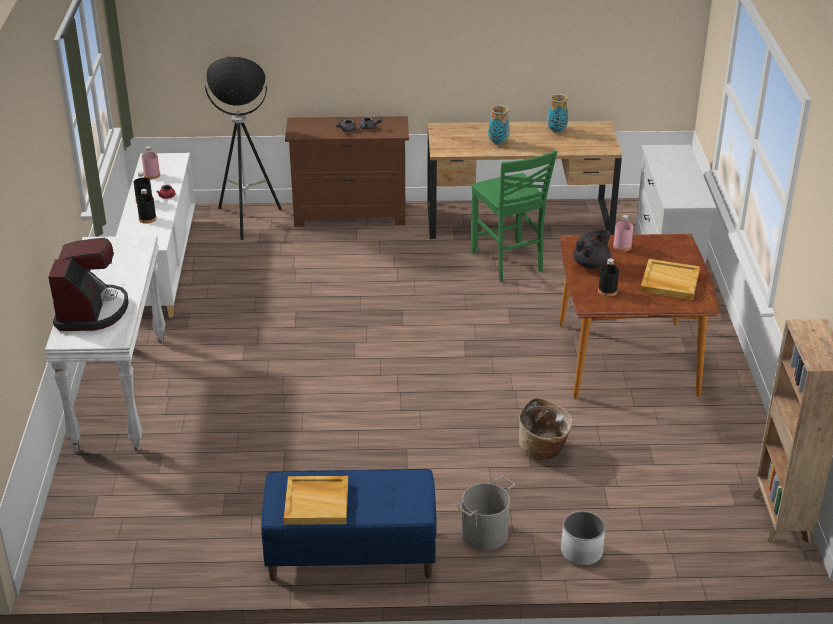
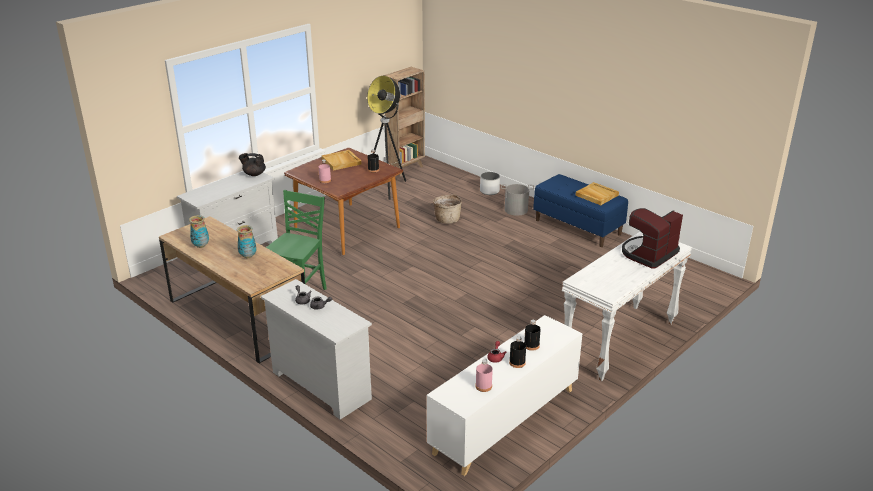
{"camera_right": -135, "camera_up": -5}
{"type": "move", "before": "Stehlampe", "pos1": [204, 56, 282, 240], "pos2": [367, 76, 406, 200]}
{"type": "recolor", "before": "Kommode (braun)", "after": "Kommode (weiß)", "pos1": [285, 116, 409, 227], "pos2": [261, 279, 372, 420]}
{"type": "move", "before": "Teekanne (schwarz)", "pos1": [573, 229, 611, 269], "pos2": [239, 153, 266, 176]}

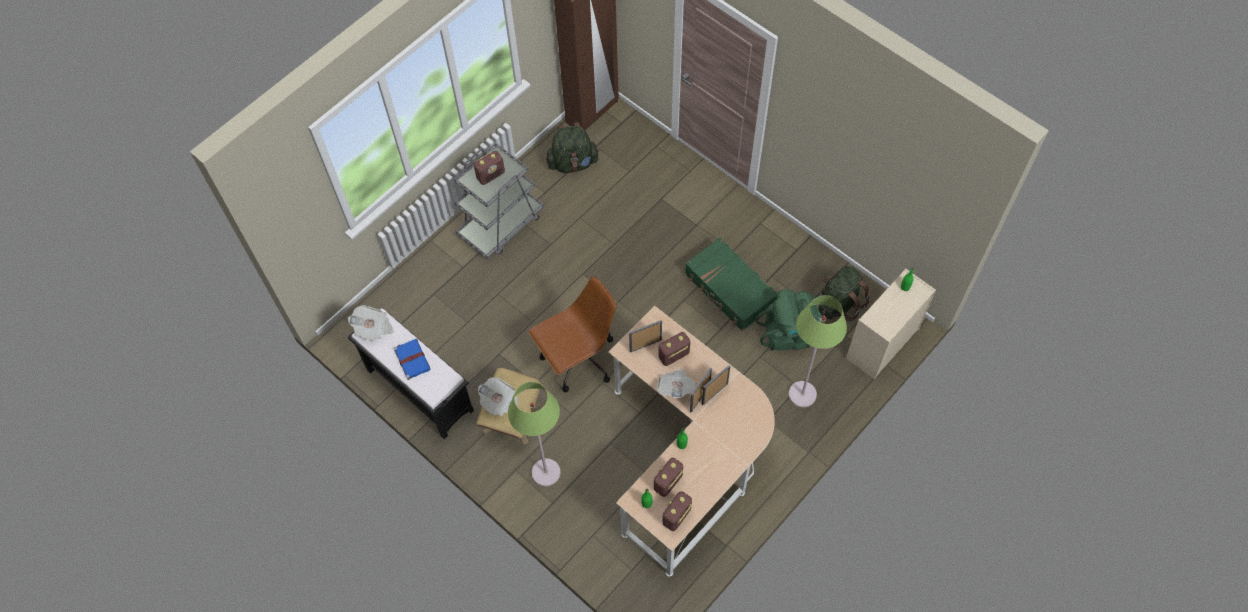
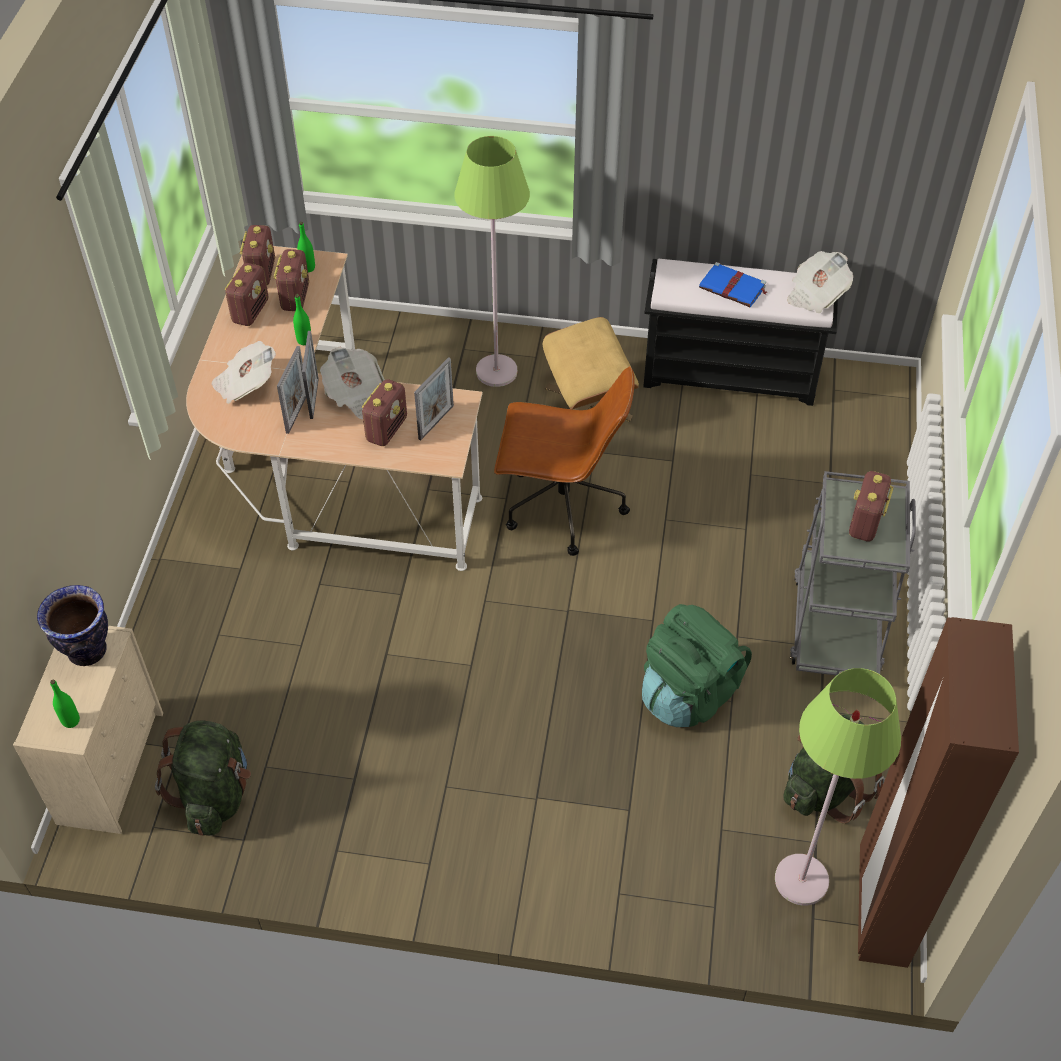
{"camera_right": 145, "camera_up": -10}
{"type": "move", "before": "Zeitung", "pos1": [478, 377, 518, 416], "pos2": [211, 341, 276, 404]}
{"type": "rotate", "before": "Bürostuhl (braun)", "pos1": [528, 276, 617, 392], "pos2": [494, 366, 635, 556], "turn": -105}
{"type": "delete", "before": "Koffer (grün)", "pos1": [685, 237, 777, 331]}
{"type": "move", "before": "Rucksack (grün)", "pos1": [756, 289, 822, 351], "pos2": [642, 604, 752, 727]}
{"type": "move", "before": "Stehlampe (grün)", "pos1": [788, 295, 847, 408], "pos2": [775, 668, 901, 906]}
{"type": "insert", "after": "Vase", "pos2": [37, 585, 108, 666]}
{"type": "insert", "after": "Radio", "pos2": [225, 263, 268, 326]}

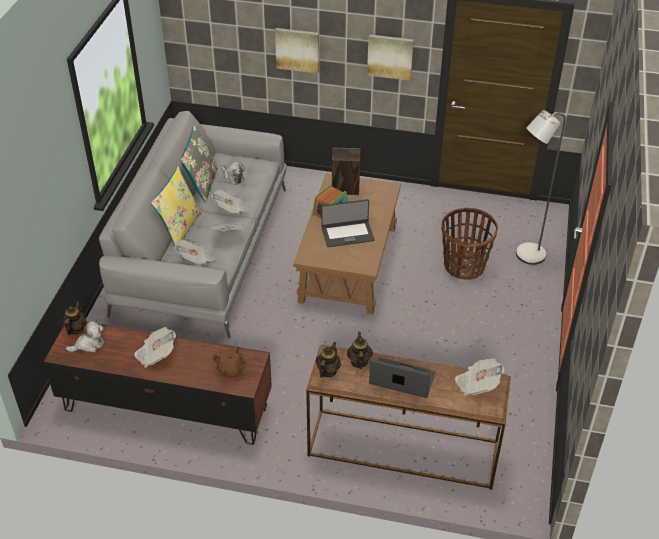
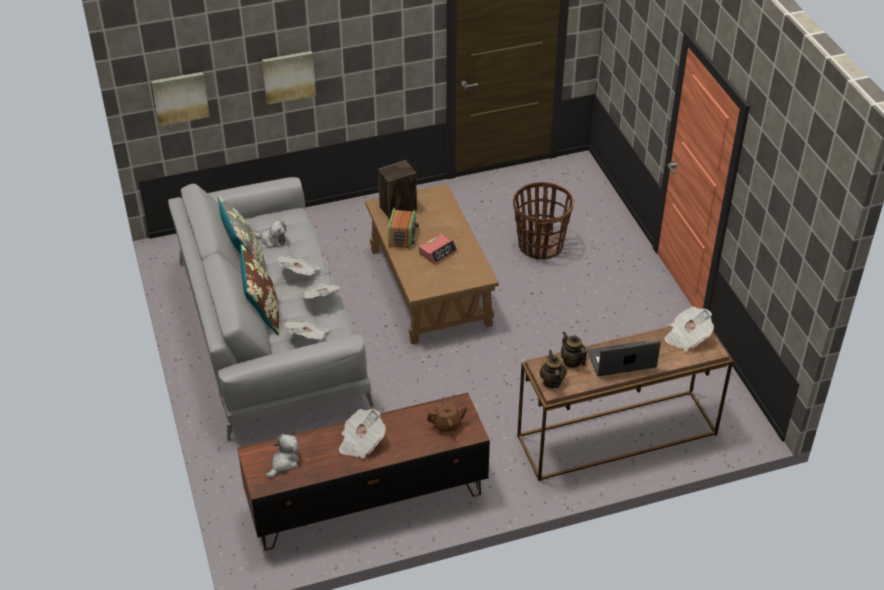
{"camera_right": -30, "camera_up": 0}
{"type": "delete", "before": "Teekanne", "pos1": [62, 301, 86, 335]}
{"type": "recolor", "before": "Kissen (gelb)", "after": "Kissen (braun)", "pos1": [151, 166, 202, 246], "pos2": [240, 244, 279, 335]}
{"type": "replace", "before": "Laptop", "after": "Wecker", "pos1": [321, 199, 375, 247], "pos2": [419, 233, 458, 265]}
{"type": "move", "before": "Bild", "pos1": [367, 34, 414, 81], "pos2": [151, 72, 210, 126]}
{"type": "delete", "before": "Stehlampe (grau)", "pos1": [516, 110, 566, 265]}

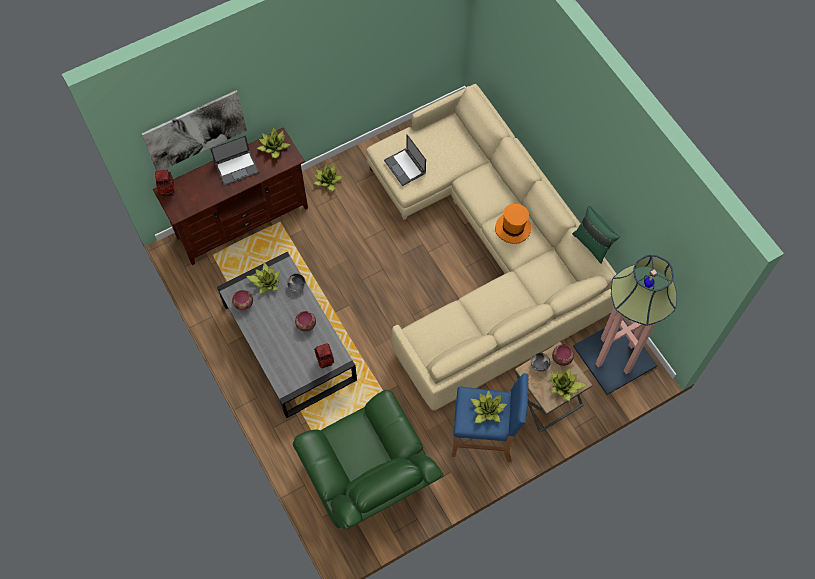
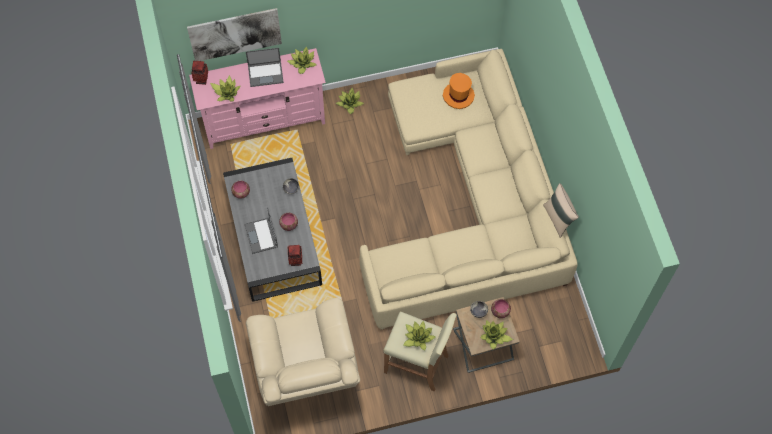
{"camera_right": 15, "camera_up": 0}
{"type": "recolor", "before": "Fernsehschrank (braun)", "after": "Fernsehschrank (rosa)", "pos1": [153, 128, 308, 265], "pos2": [189, 48, 326, 149]}
{"type": "move", "before": "Topfpflanze", "pos1": [246, 262, 280, 294], "pos2": [210, 75, 241, 102]}
{"type": "recolor", "before": "Sessel (grün)", "after": "Sessel (beige)", "pos1": [293, 390, 443, 529], "pos2": [246, 298, 360, 406]}
{"type": "move", "before": "Laptop", "pos1": [384, 134, 426, 186], "pos2": [244, 207, 278, 254]}
{"type": "recolor", "before": "Hocker (blau)", "after": "Hocker (beige)", "pos1": [452, 373, 529, 462], "pos2": [383, 312, 457, 391]}
{"type": "move", "before": "Hut (orange)", "pos1": [495, 204, 531, 244], "pos2": [443, 73, 475, 109]}
{"type": "recolor", "before": "Kissen (grün)", "after": "Kissen (beige)", "pos1": [572, 206, 620, 264], "pos2": [543, 183, 579, 238]}
{"type": "delete", "before": "Stehlampe", "pos1": [573, 255, 677, 395]}

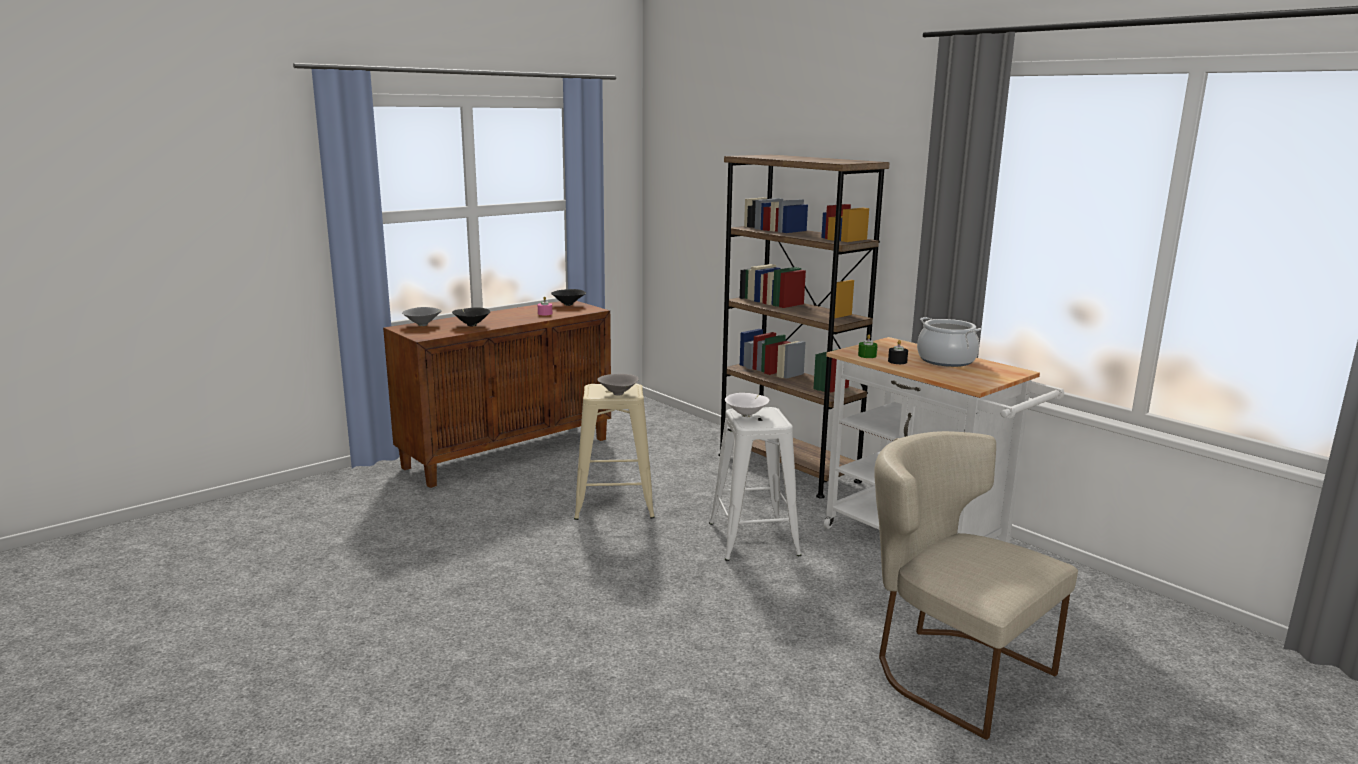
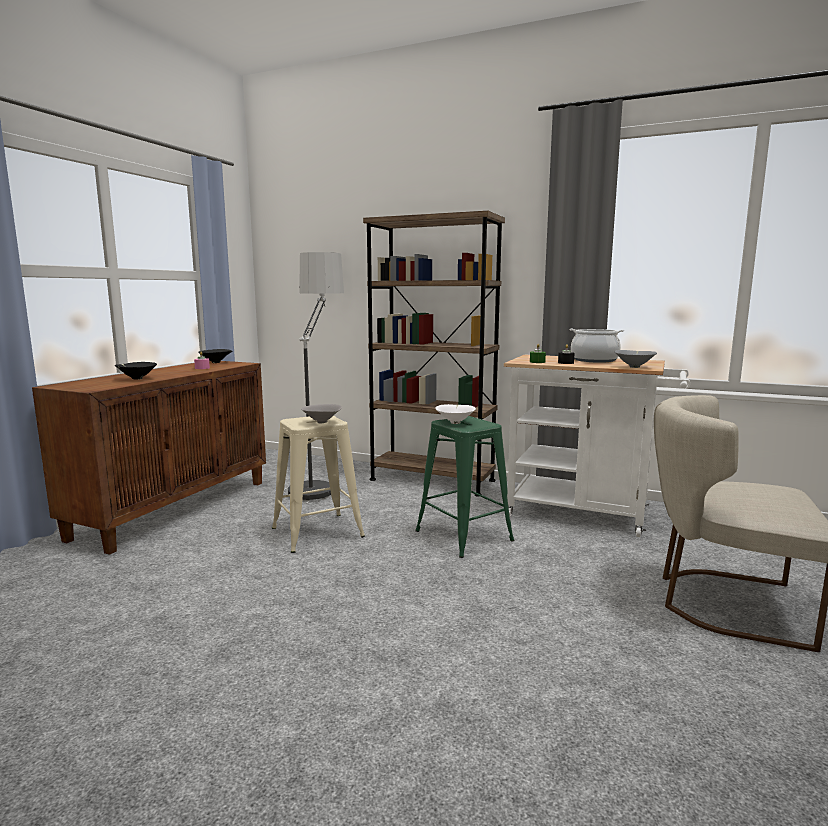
{"camera_right": -25, "camera_up": -5}
{"type": "move", "before": "Schüssel (grau)", "pos1": [402, 307, 442, 326], "pos2": [615, 350, 657, 368]}
{"type": "recolor", "before": "Hocker (weiß)", "after": "Hocker (grün)", "pos1": [709, 407, 801, 561], "pos2": [415, 416, 514, 558]}
{"type": "insert", "after": "Stehlampe", "pos2": [284, 252, 344, 504]}

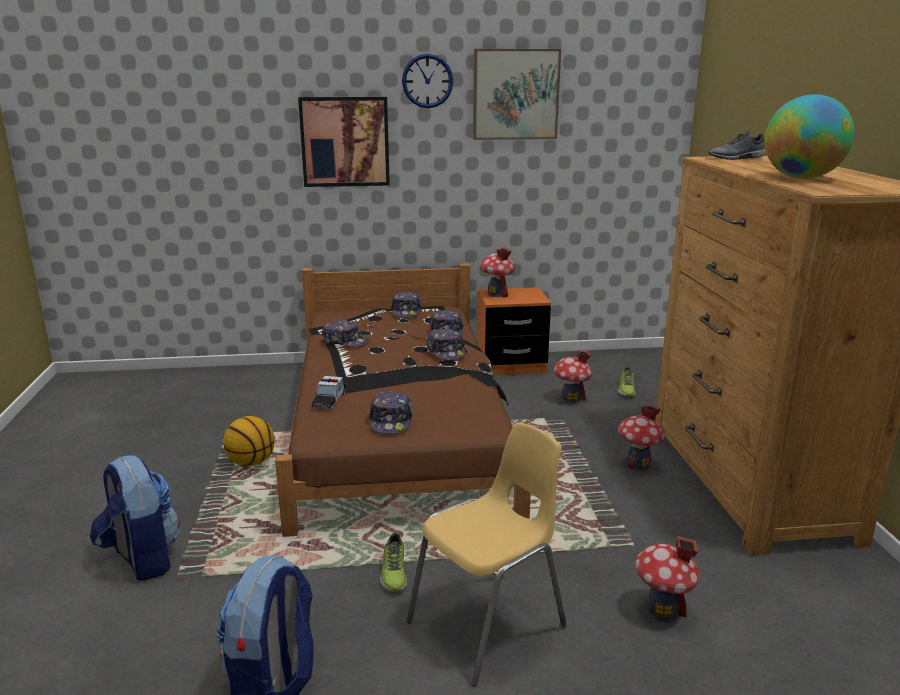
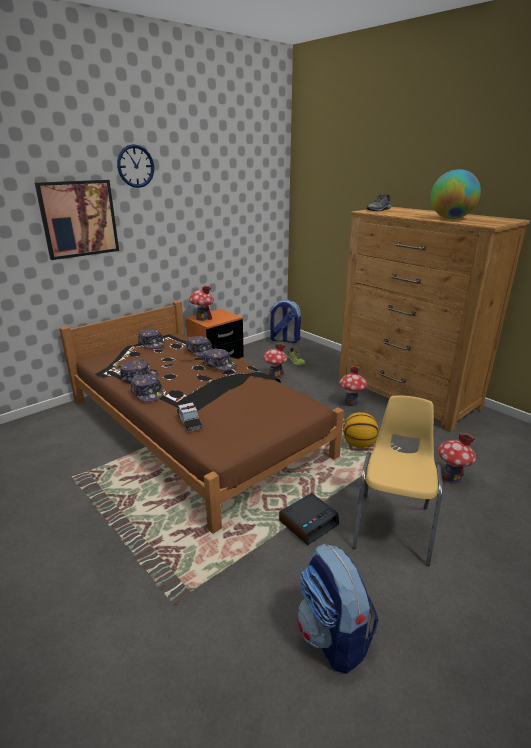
{"camera_right": -35, "camera_up": 5}
{"type": "move", "before": "Rucksack", "pos1": [90, 455, 180, 581], "pos2": [269, 300, 301, 343]}
{"type": "move", "before": "Basketball", "pos1": [223, 416, 275, 466], "pos2": [343, 412, 379, 448]}
{"type": "move", "before": "Kappe", "pos1": [369, 391, 413, 434], "pos2": [130, 374, 164, 402]}
{"type": "replace", "before": "Schuh", "after": "Wecker", "pos1": [380, 533, 407, 591], "pos2": [279, 493, 339, 545]}
{"type": "delete", "before": "Bild", "pos1": [473, 49, 561, 140]}

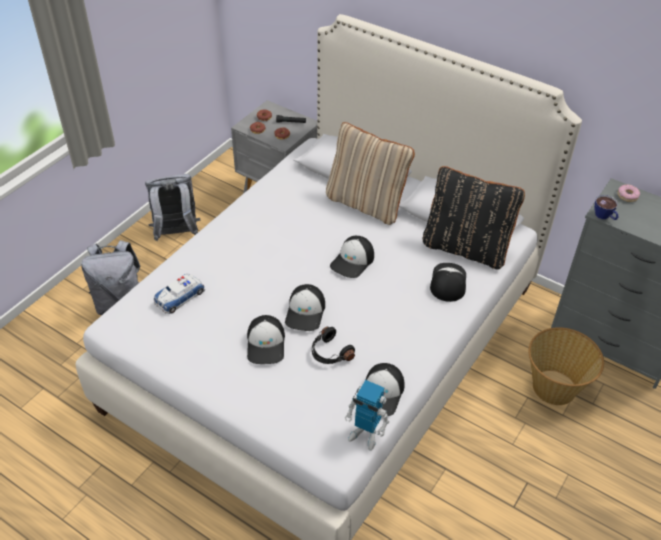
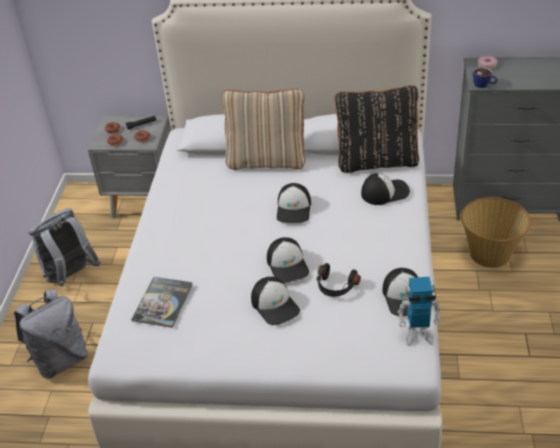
{"camera_right": -25, "camera_up": -5}
{"type": "replace", "before": "Spielzeugauto", "after": "Buch", "pos1": [154, 274, 205, 314], "pos2": [131, 277, 193, 328]}
{"type": "rotate", "before": "Kappe", "pos1": [430, 263, 466, 302], "pos2": [361, 173, 410, 205], "turn": 90}

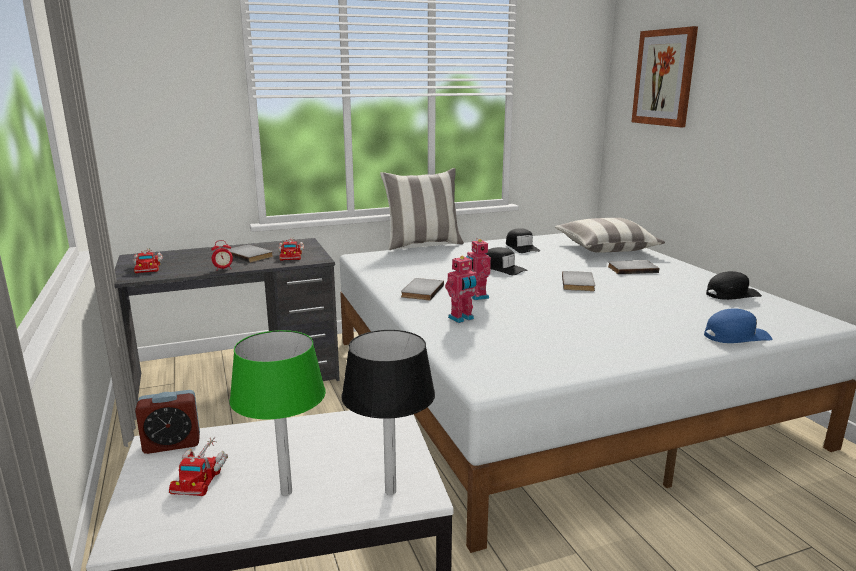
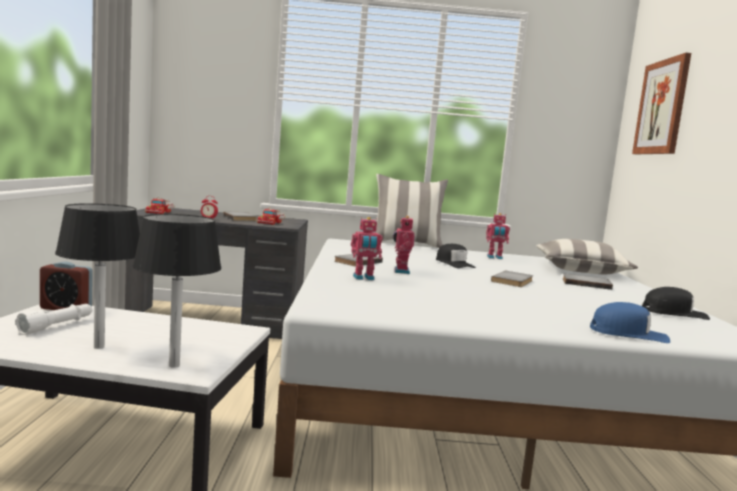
{"camera_right": 20, "camera_up": -10}
{"type": "replace", "before": "Spielzeuglaster", "after": "Taschenlampe (weiß)", "pos1": [169, 437, 228, 496], "pos2": [15, 304, 93, 335]}
{"type": "recolor", "before": "Tischlampe (grün)", "after": "Tischlampe (schwarz)", "pos1": [229, 330, 326, 496], "pos2": [55, 203, 140, 349]}
{"type": "replace", "before": "Kappe (schwarz)", "after": "Spielzeugroboter", "pos1": [506, 228, 540, 253], "pos2": [486, 213, 510, 259]}

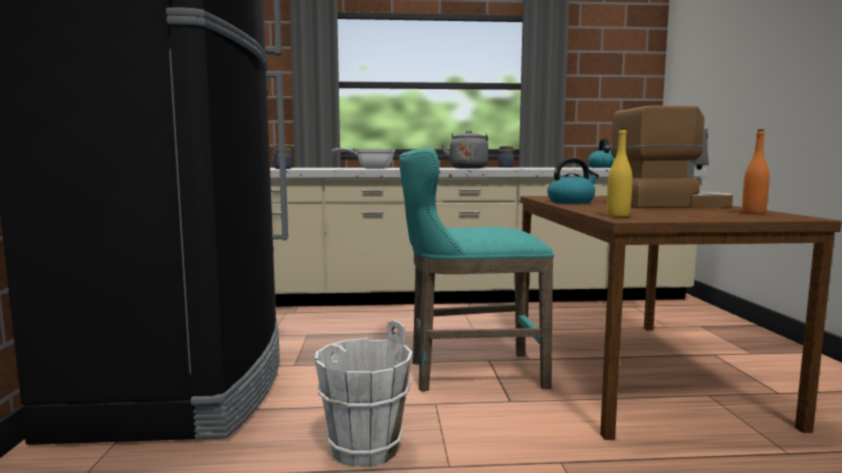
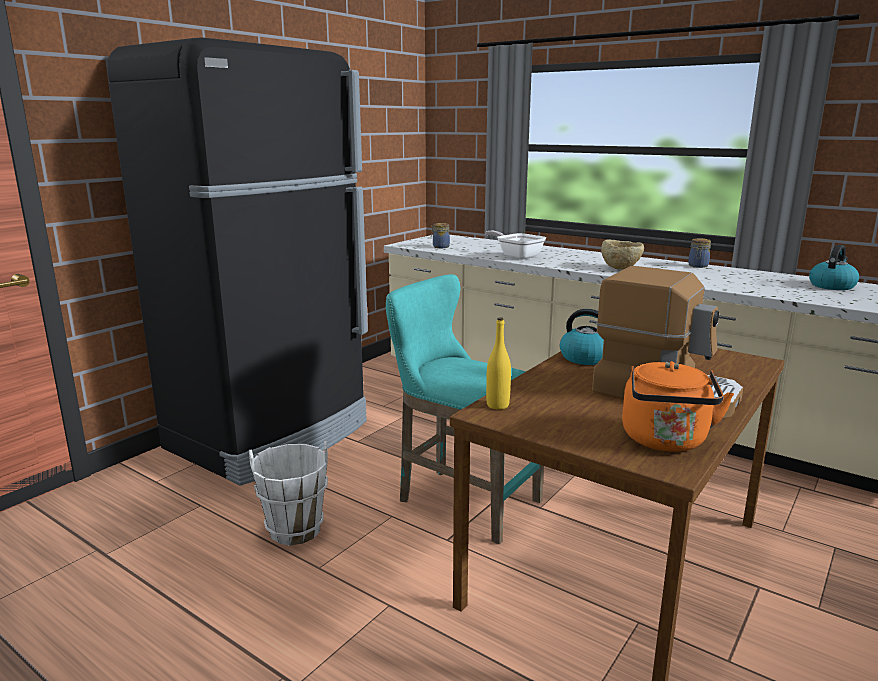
{"camera_right": 40, "camera_up": 10}
{"type": "replace", "before": "Wasserkessel (grau)", "after": "Schüssel (beige)", "pos1": [441, 130, 488, 169], "pos2": [601, 239, 644, 270]}
{"type": "replace", "before": "Flasche (orange)", "after": "Wasserkessel (orange)", "pos1": [742, 129, 770, 214], "pos2": [622, 361, 734, 452]}

